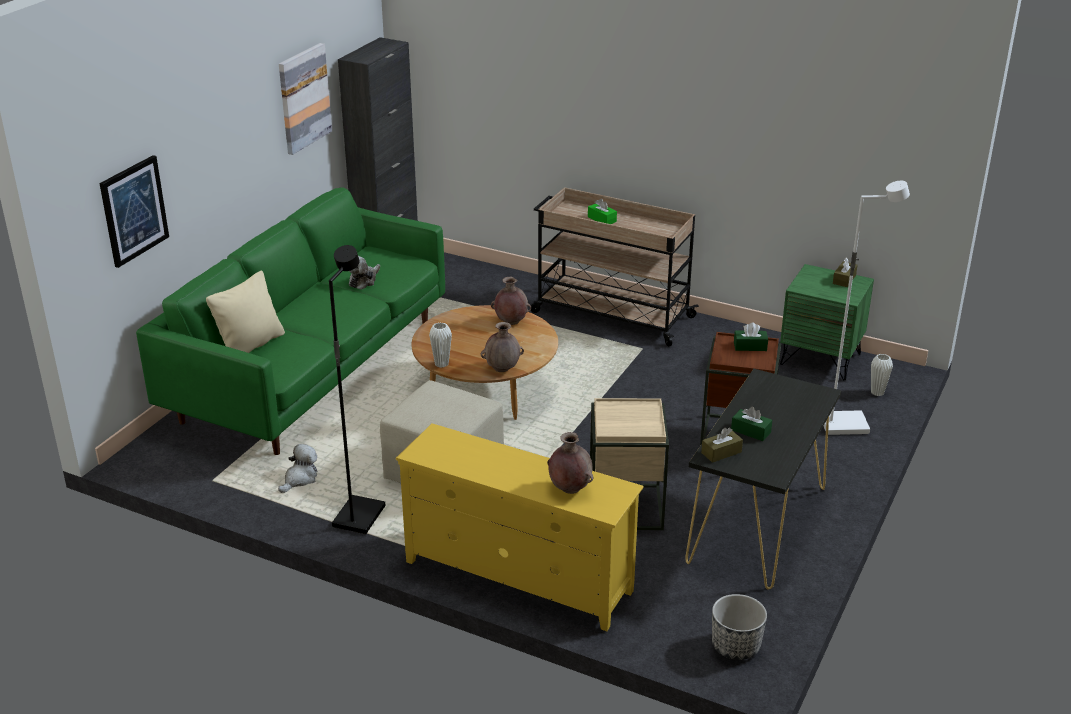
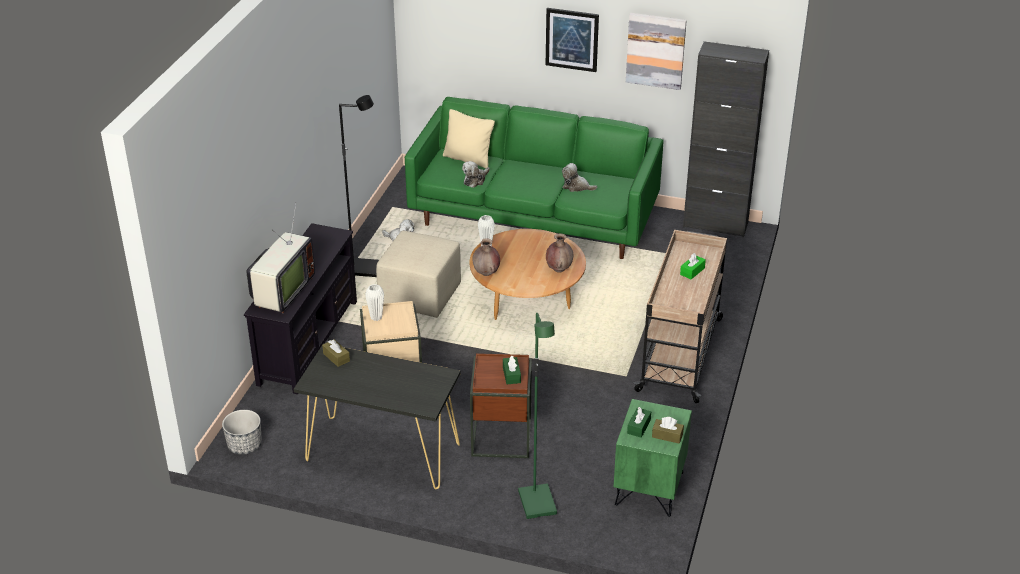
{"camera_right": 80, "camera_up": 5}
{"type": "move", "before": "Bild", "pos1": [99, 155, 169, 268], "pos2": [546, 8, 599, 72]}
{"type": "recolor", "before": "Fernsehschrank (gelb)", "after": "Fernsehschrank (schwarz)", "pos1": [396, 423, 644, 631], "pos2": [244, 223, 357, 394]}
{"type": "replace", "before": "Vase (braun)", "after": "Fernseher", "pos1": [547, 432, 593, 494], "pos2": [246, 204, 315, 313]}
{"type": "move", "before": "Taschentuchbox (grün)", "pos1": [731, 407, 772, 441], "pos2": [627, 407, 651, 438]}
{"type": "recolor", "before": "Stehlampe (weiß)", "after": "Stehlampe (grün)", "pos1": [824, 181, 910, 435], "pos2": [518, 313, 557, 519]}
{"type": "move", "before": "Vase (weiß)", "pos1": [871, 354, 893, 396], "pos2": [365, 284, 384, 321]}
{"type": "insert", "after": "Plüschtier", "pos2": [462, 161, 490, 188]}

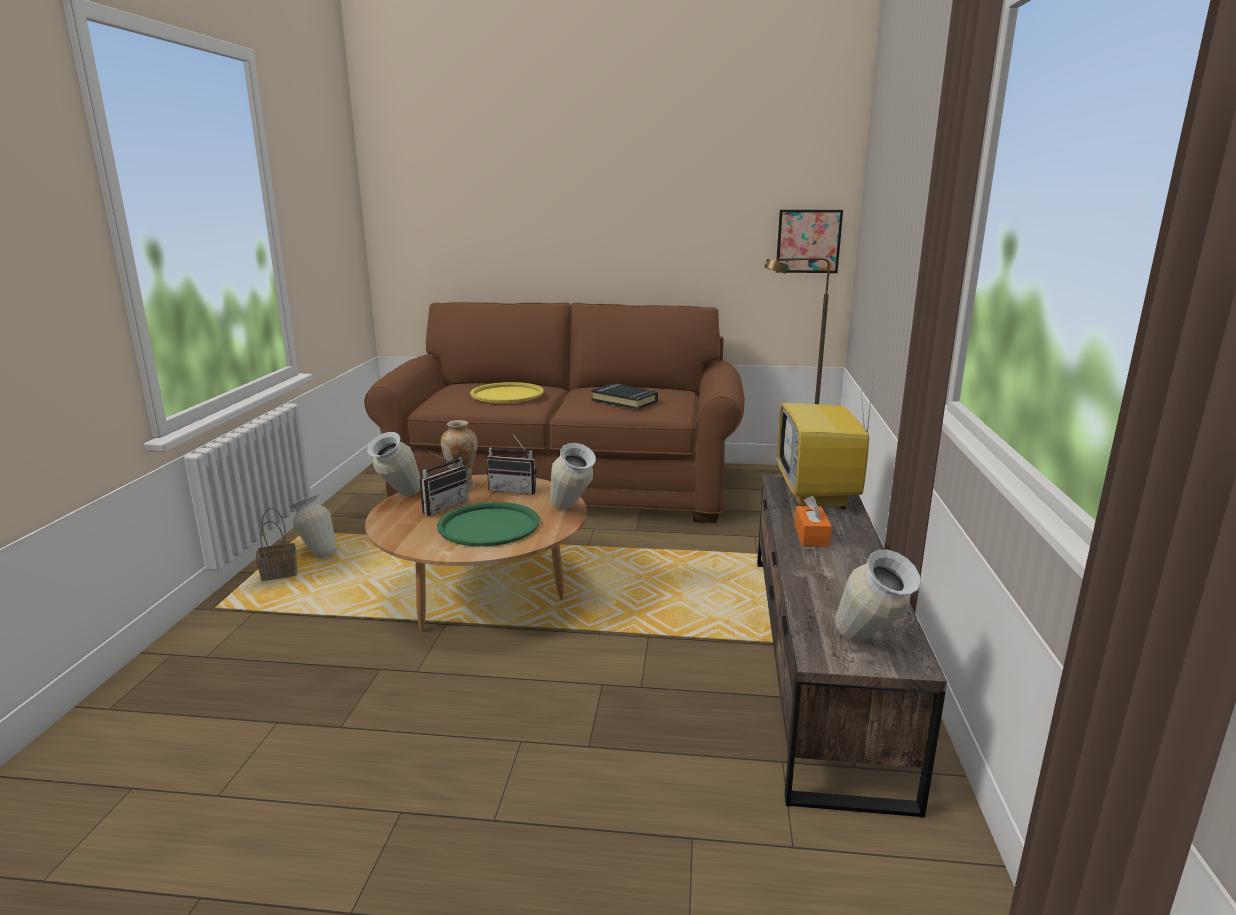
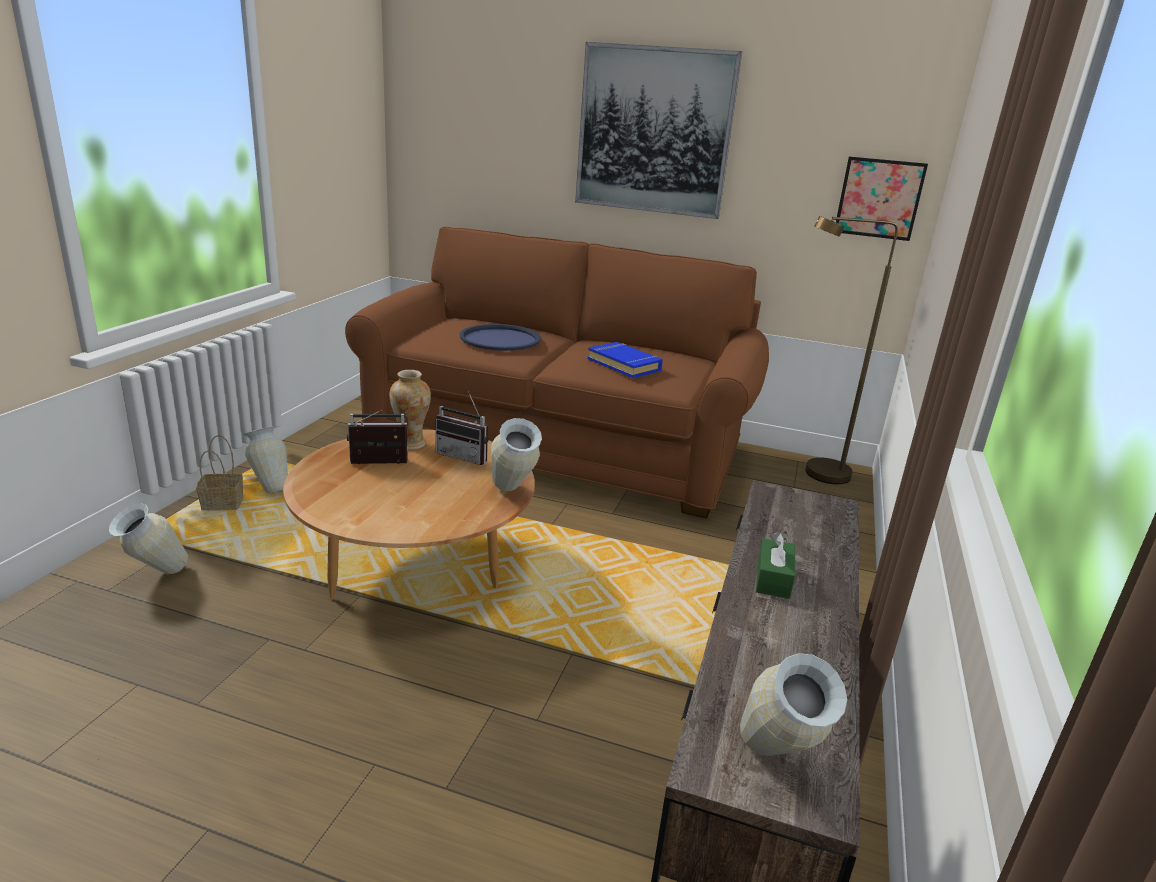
{"camera_right": 10, "camera_up": 5}
{"type": "move", "before": "Vase", "pos1": [367, 432, 420, 496], "pos2": [109, 503, 188, 574]}
{"type": "rotate", "before": "Radio", "pos1": [420, 449, 469, 516], "pos2": [347, 410, 408, 464], "turn": -150}
{"type": "delete", "before": "Tablett (grün)", "pos1": [437, 502, 540, 547]}
{"type": "recolor", "before": "Tablett (gelb)", "after": "Tablett (blau)", "pos1": [470, 382, 544, 403], "pos2": [459, 324, 541, 351]}
{"type": "recolor", "before": "Buch (schwarz)", "after": "Buch (blau)", "pos1": [592, 383, 658, 410], "pos2": [588, 342, 663, 378]}
{"type": "delete", "before": "Fernseher", "pos1": [777, 365, 875, 509]}
{"type": "recolor", "before": "Taschentuchbox (orange)", "after": "Taschentuchbox (grün)", "pos1": [794, 496, 832, 547], "pos2": [756, 532, 795, 599]}
{"type": "insert", "after": "Bild", "pos2": [575, 42, 742, 219]}

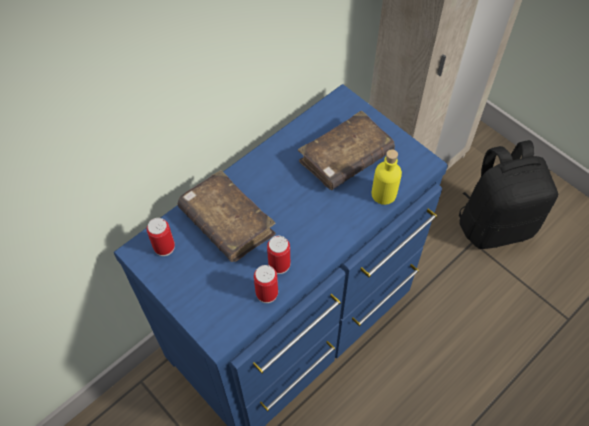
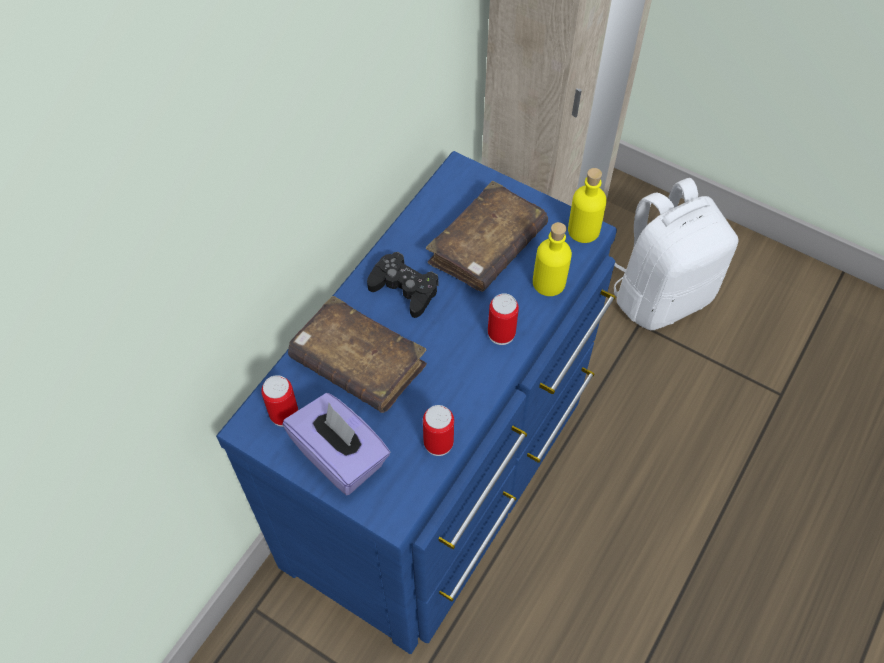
{"camera_right": -15, "camera_up": 0}
{"type": "move", "before": "Dose", "pos1": [267, 236, 290, 274], "pos2": [488, 293, 519, 345]}
{"type": "recolor", "before": "Rucksack (schwarz)", "after": "Rucksack (weiß)", "pos1": [459, 140, 558, 249], "pos2": [613, 178, 738, 330]}
{"type": "insert", "after": "Taschentuchbox (lila)", "pos2": [282, 393, 390, 495]}
{"type": "insert", "after": "Gamepad (schwarz)", "pos2": [367, 252, 439, 318]}
{"type": "insert", "after": "Flasche (gelb)", "pos2": [568, 168, 607, 243]}

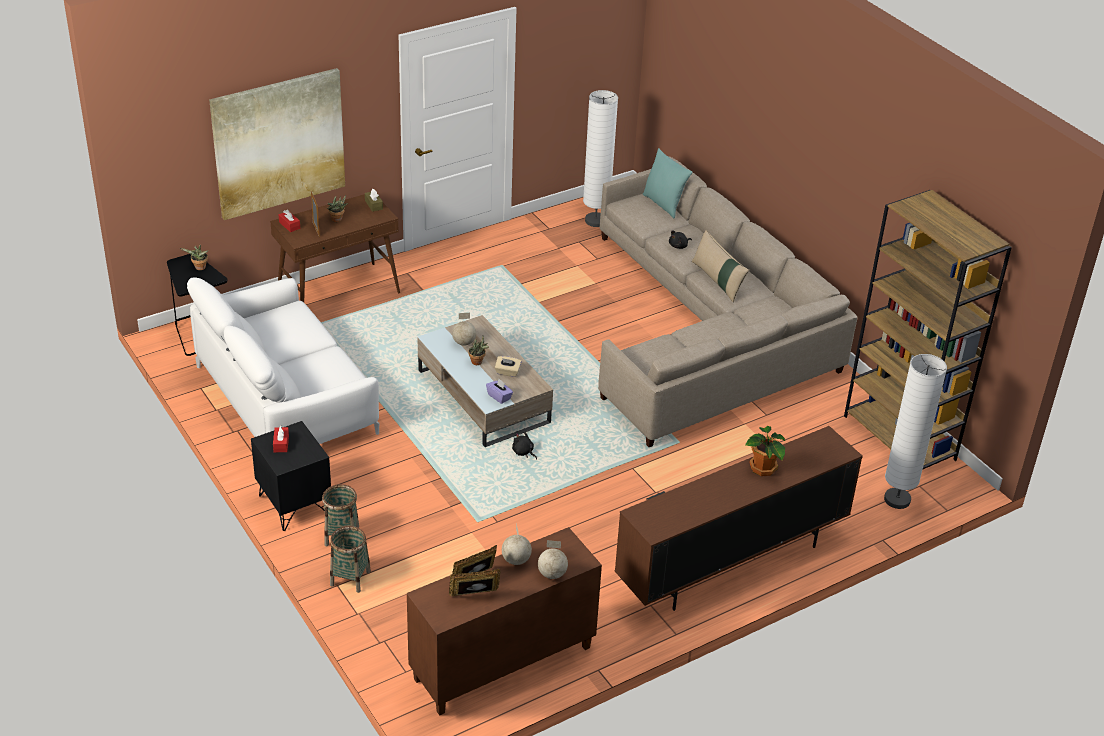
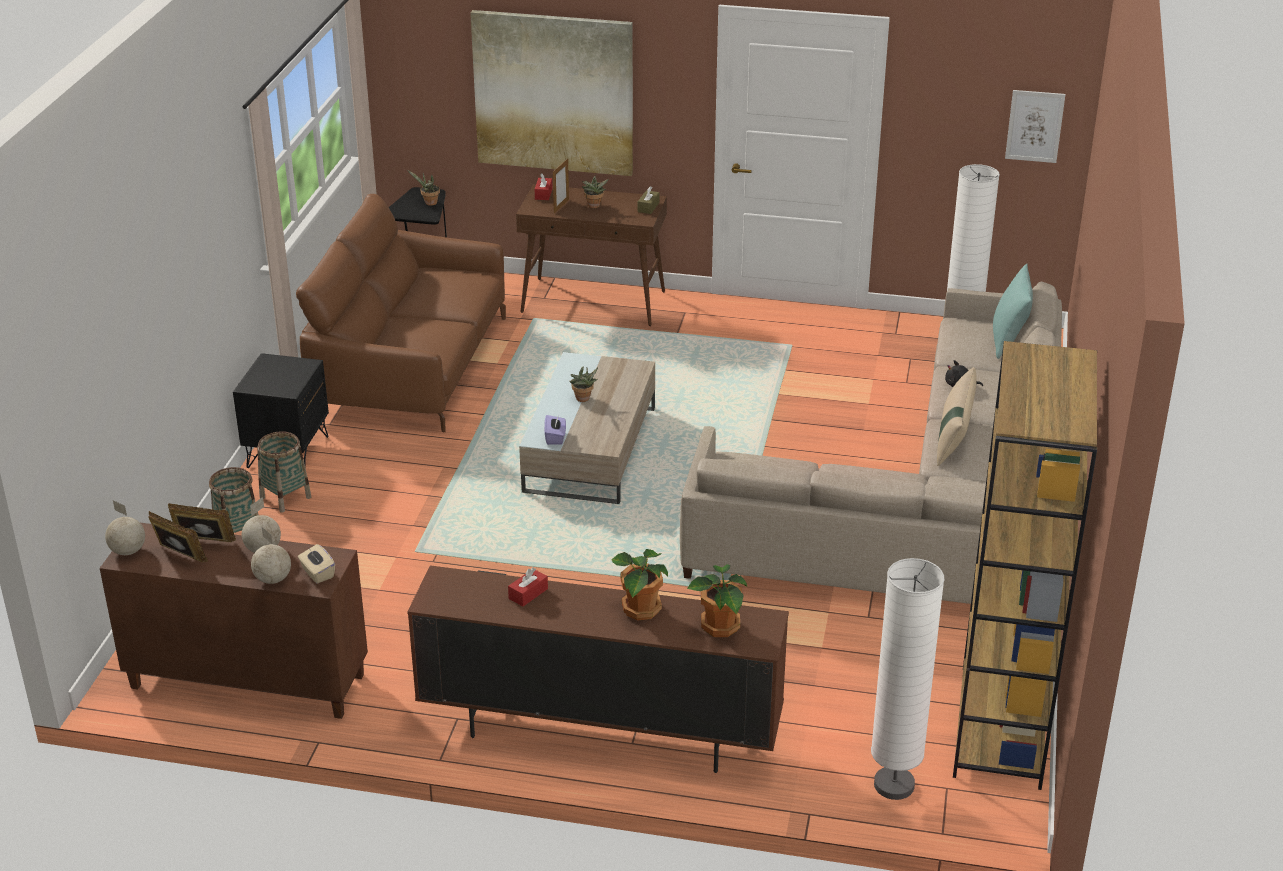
{"camera_right": 45, "camera_up": -5}
{"type": "recolor", "before": "Sofa (weiß)", "after": "Sofa (braun)", "pos1": [187, 277, 379, 444], "pos2": [296, 194, 506, 433]}
{"type": "move", "before": "Taschentuchbox (rot)", "pos1": [273, 426, 289, 452], "pos2": [508, 567, 548, 606]}
{"type": "move", "before": "Globus", "pos1": [452, 313, 476, 346], "pos2": [105, 500, 145, 555]}
{"type": "move", "before": "Taschentuchbox (beige)", "pos1": [495, 356, 522, 377], "pos2": [298, 544, 335, 584]}
{"type": "delete", "before": "Plüschtier (schwarz)", "pos1": [512, 432, 537, 460]}
{"type": "insert", "after": "Topfpflanze", "pos2": [687, 564, 747, 637]}
{"type": "insert", "after": "Bild", "pos2": [1005, 90, 1065, 163]}

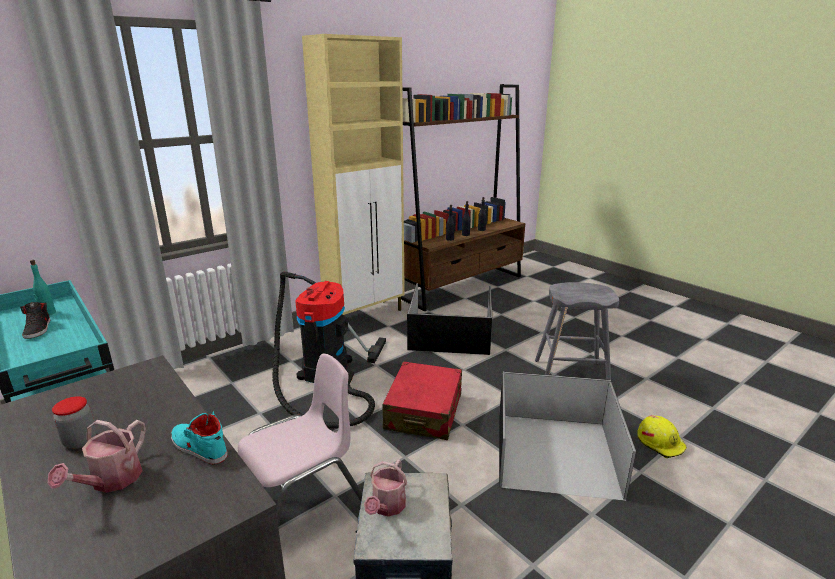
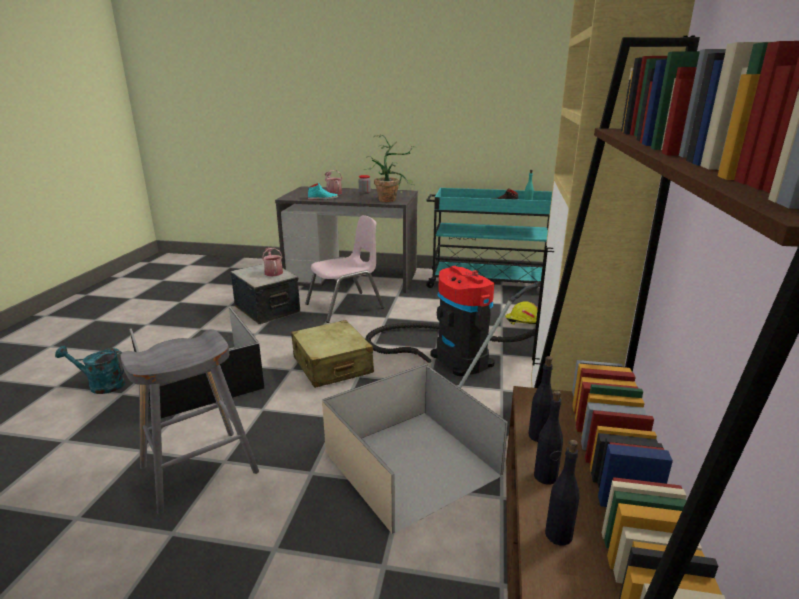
{"camera_right": 140, "camera_up": 0}
{"type": "rotate", "before": "Stuhl (rosa)", "pos1": [238, 354, 363, 527], "pos2": [305, 215, 384, 323], "turn": -135}
{"type": "recolor", "before": "Koffer (rot)", "after": "Koffer (beige)", "pos1": [383, 362, 462, 440], "pos2": [291, 320, 374, 388]}
{"type": "recolor", "before": "Aufbewahrungsbox (schwarz)", "after": "Aufbewahrungsbox (beige)", "pos1": [407, 283, 492, 355], "pos2": [322, 364, 508, 534]}
{"type": "move", "before": "Schutzhelm (gelb)", "pos1": [637, 415, 687, 458], "pos2": [505, 301, 538, 325]}
{"type": "insert", "after": "Gießkanne (türkis)", "pos2": [55, 345, 125, 394]}
{"type": "insert", "after": "Topfpflanze", "pos2": [364, 135, 417, 202]}

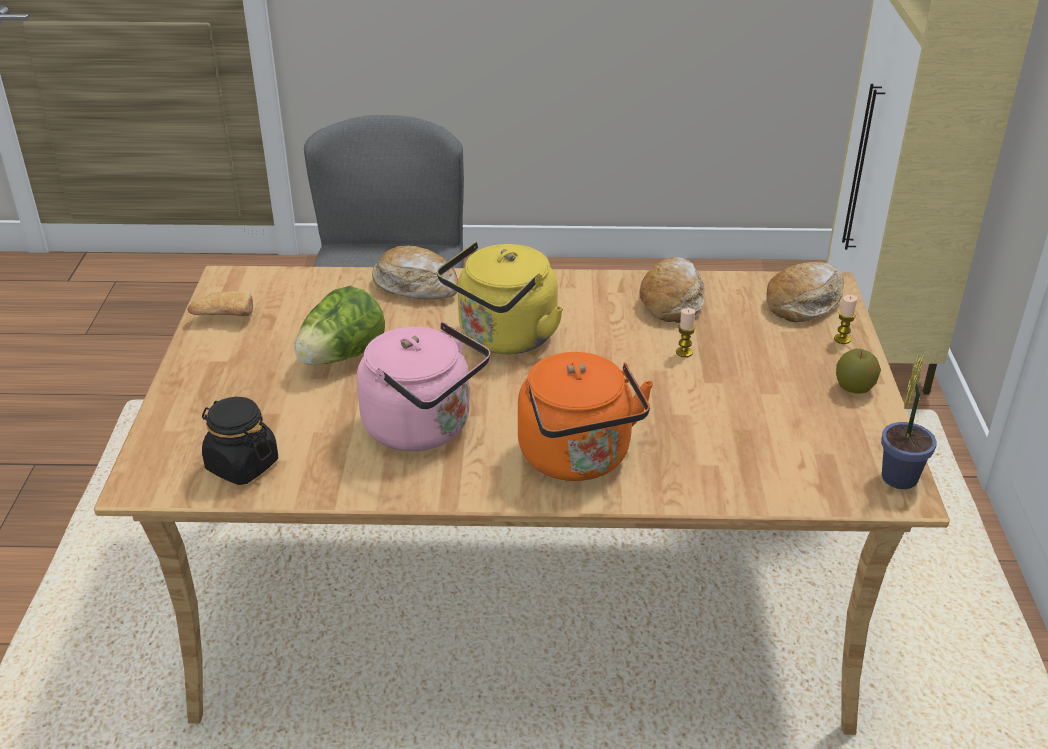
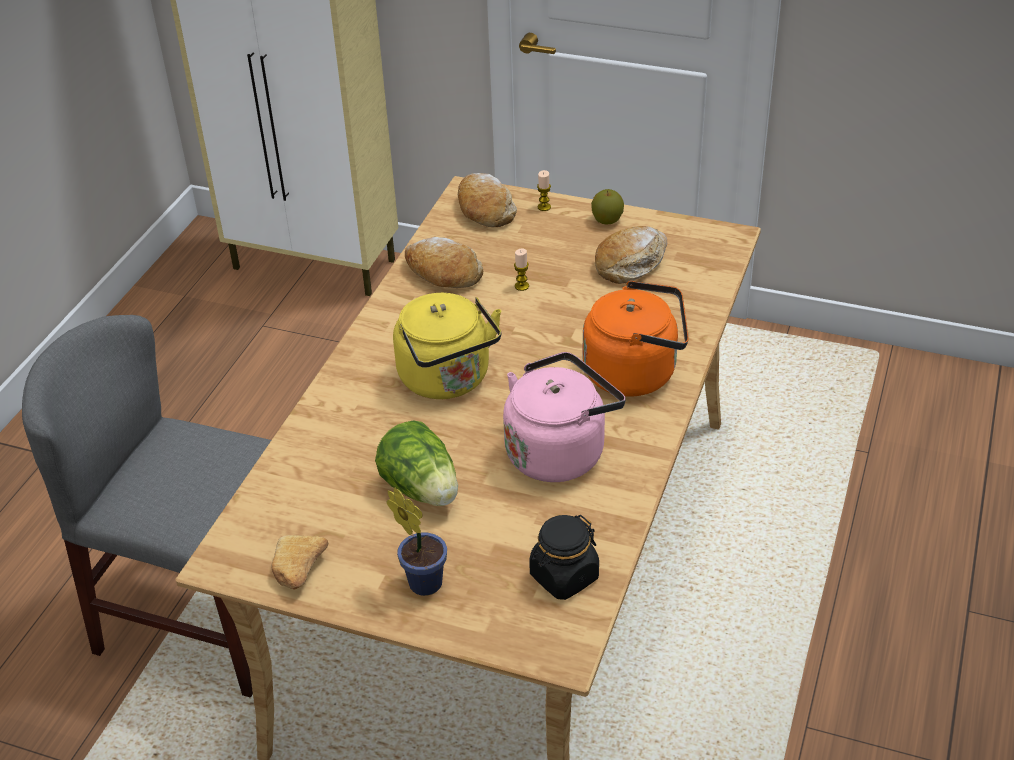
{"camera_right": -70, "camera_up": 5}
{"type": "move", "before": "Brot", "pos1": [372, 245, 458, 299], "pos2": [595, 226, 667, 284]}
{"type": "move", "before": "Topfpflanze", "pos1": [881, 353, 937, 489], "pos2": [386, 487, 447, 596]}

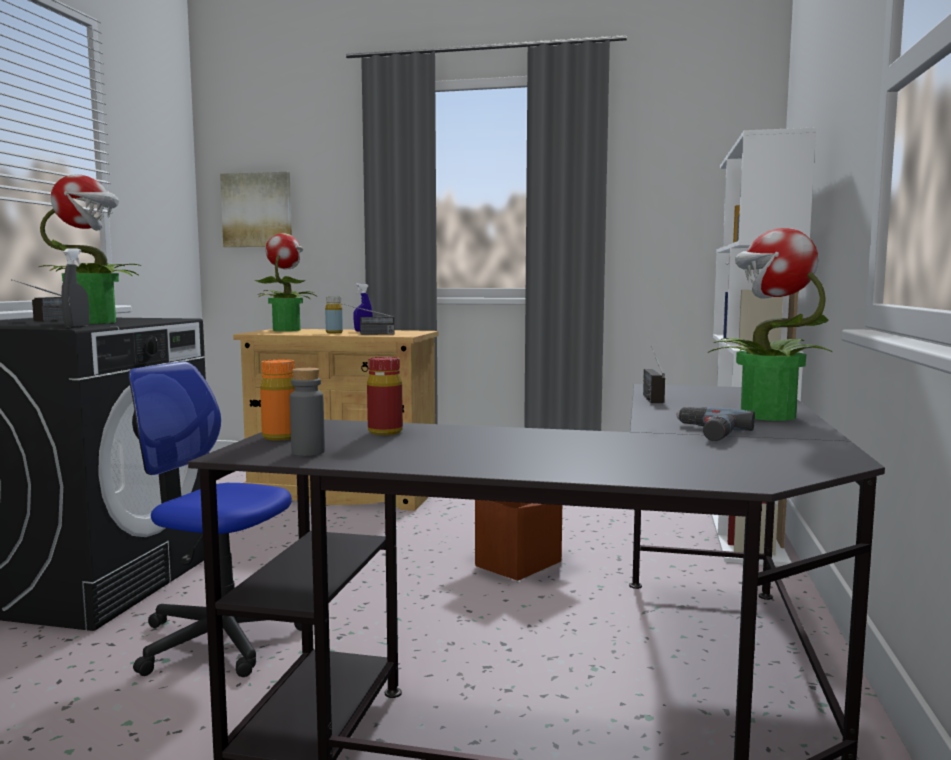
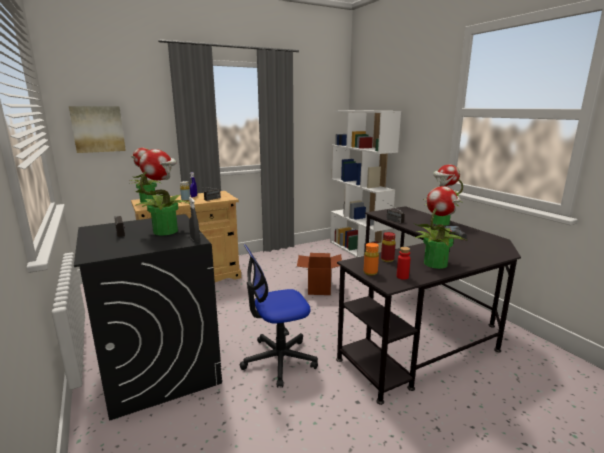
{"camera_right": -40, "camera_up": 10}
{"type": "recolor", "before": "Flasche (grau)", "after": "Flasche (rot)", "pos1": [290, 368, 325, 456], "pos2": [397, 247, 411, 280]}
{"type": "insert", "after": "Topfpflanze", "pos2": [414, 186, 466, 269]}

